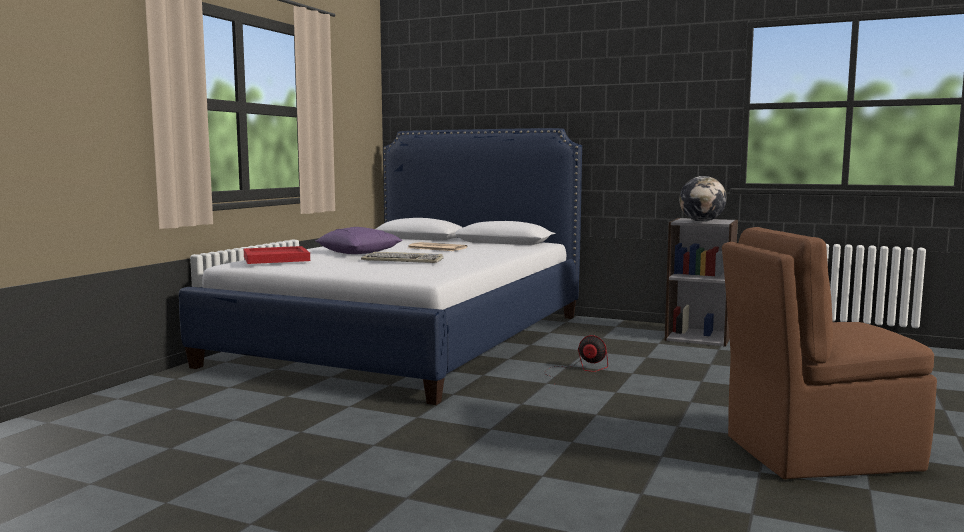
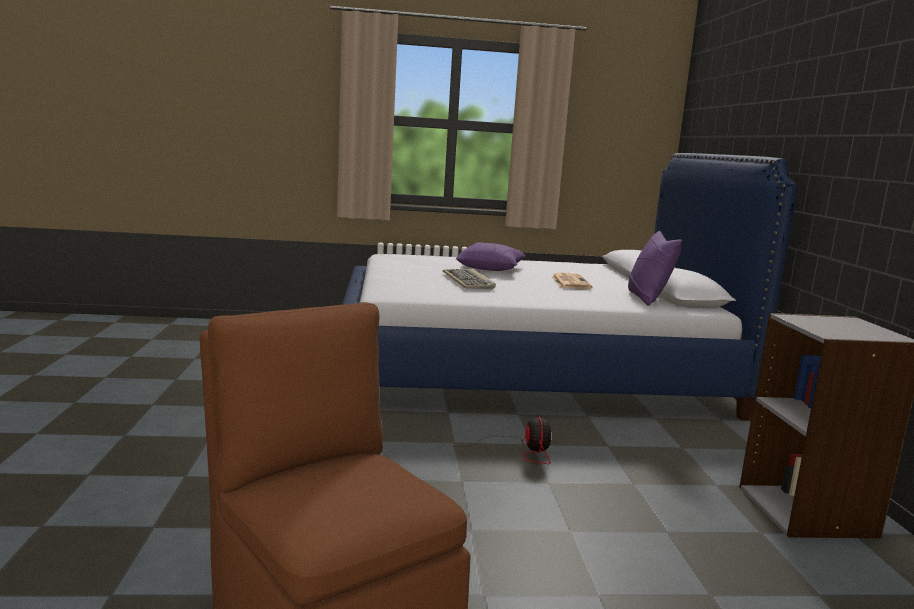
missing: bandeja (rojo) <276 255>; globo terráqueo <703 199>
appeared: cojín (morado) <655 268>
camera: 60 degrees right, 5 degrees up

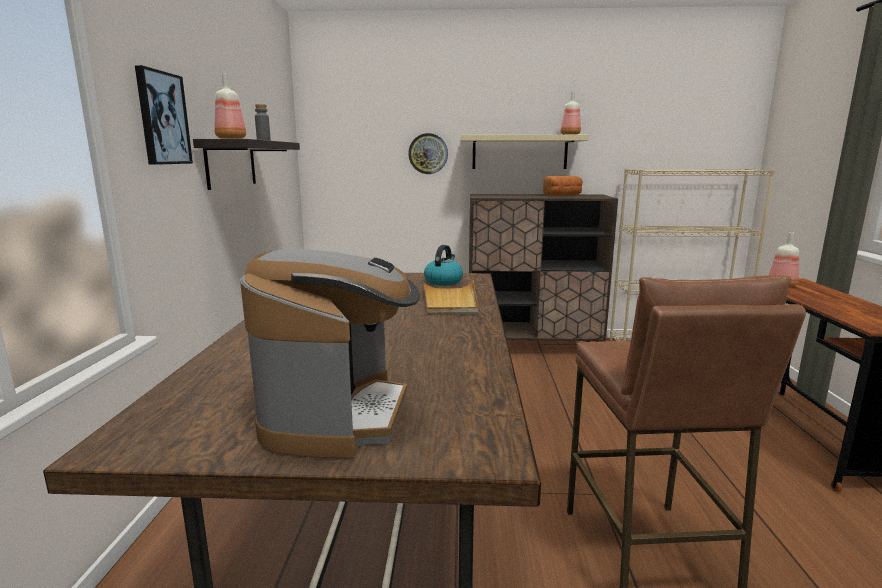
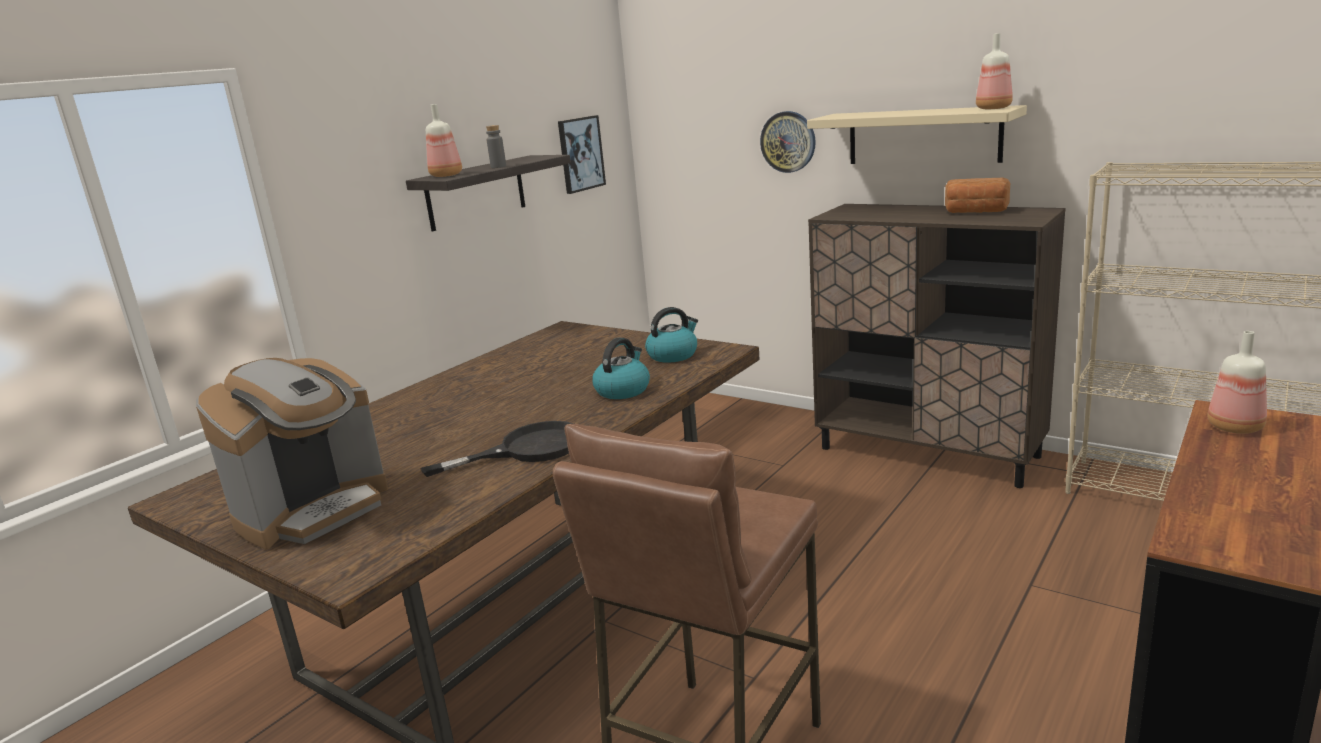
appeared: sartén (negro) <497 449>
relocated: cuadro <164 115> to <582 154>
exchanged: bandeja (beis) <450 298> to hervidor <621 368>
camera: 35 degrees right, 5 degrees up

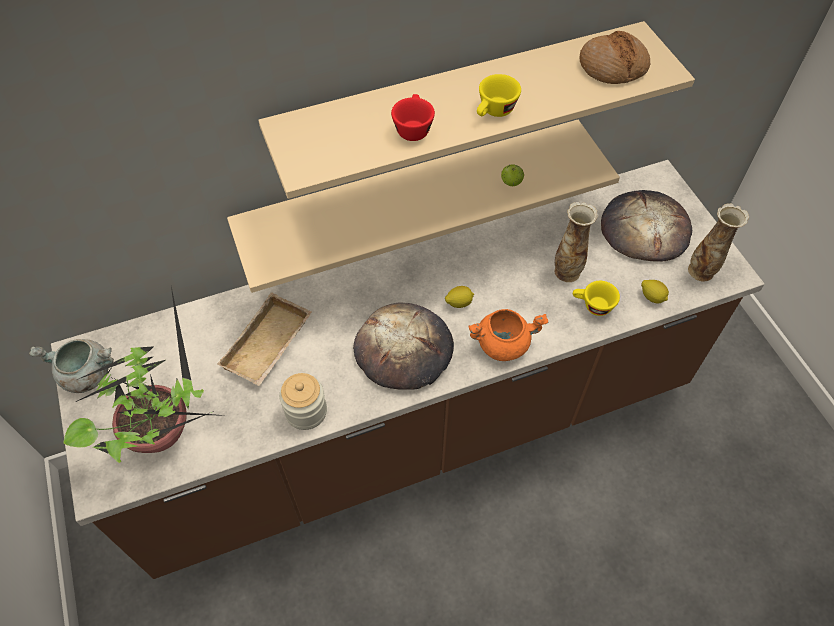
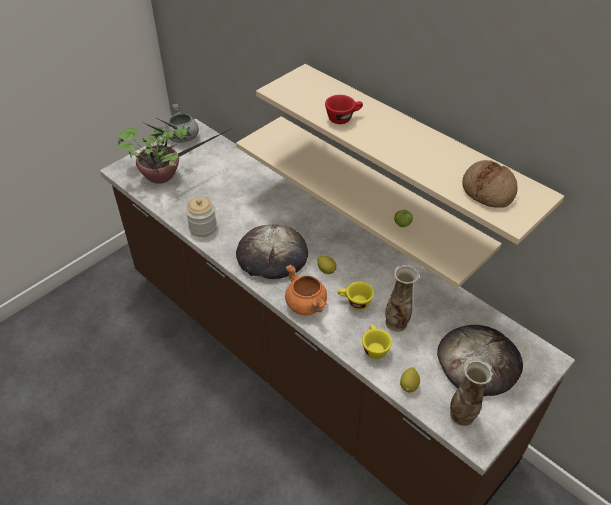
missing: bandeja (beis) <264 339>
relocated: taza (amarillo) <499 95> to <356 295>
camera: 65 degrees right, 10 degrees down

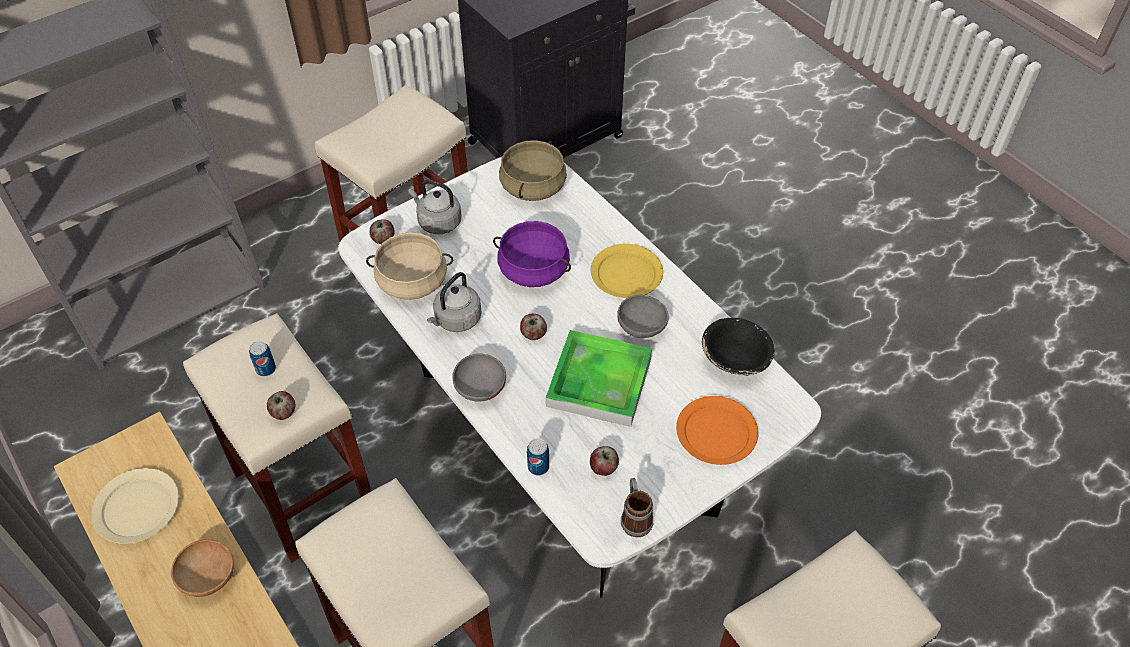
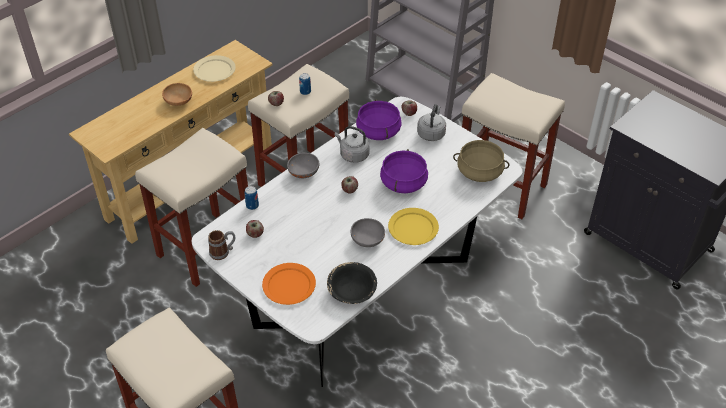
missing: bandeja <599 378>
colour: olla (beis) <409 266> to olla (morado) <379 120>
camera: 80 degrees right, 5 degrees down

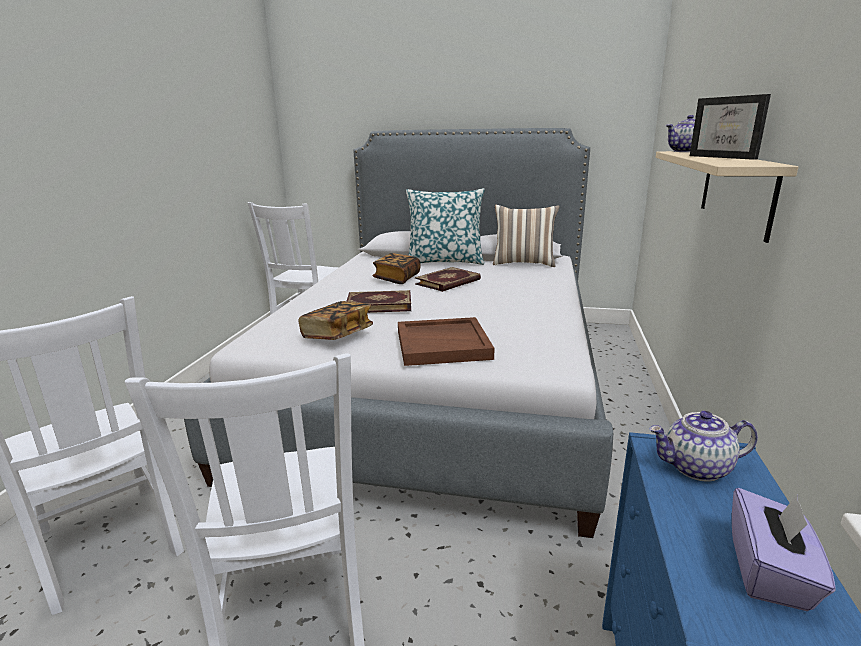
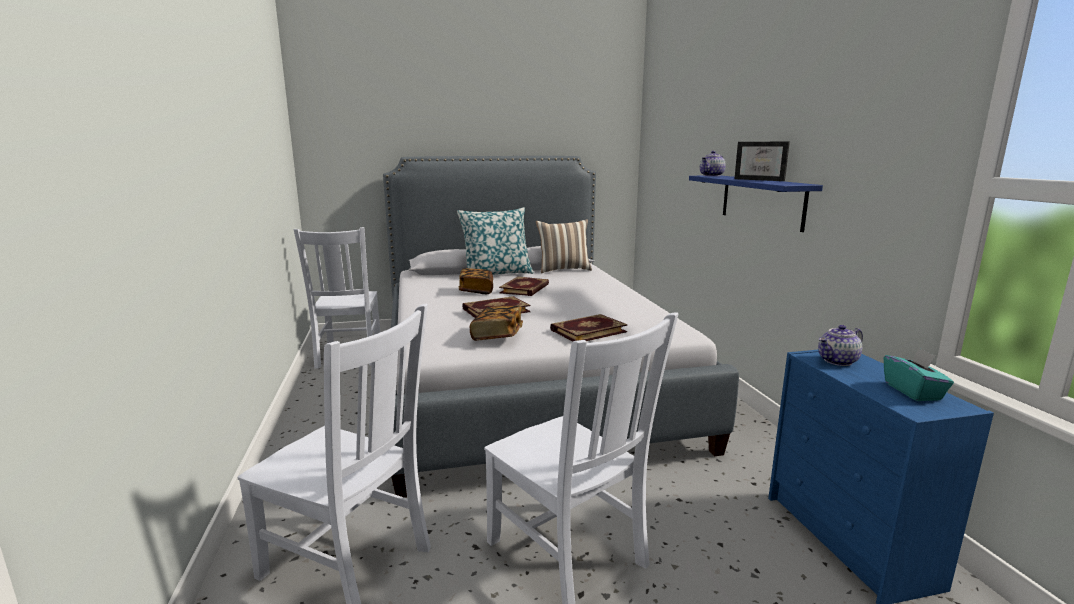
exchanged: bandeja (marrón) <446 341> to libro <589 327>
colour: estante (beis) <727 197> to estante (azul) <756 204>; caja de pañuelos (morado) <784 549> to caja de pañuelos (turquesa) <919 374>
camera: 25 degrees left, 5 degrees down

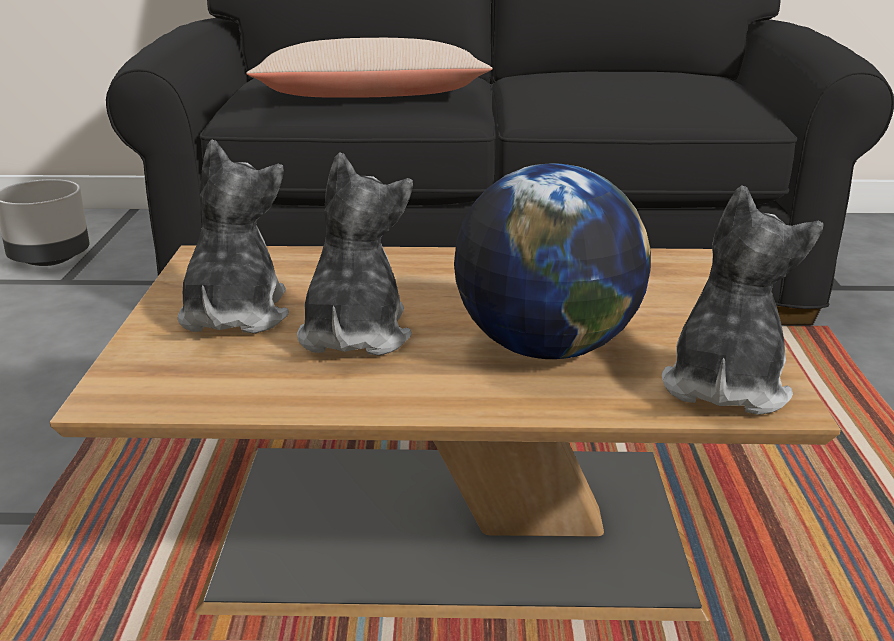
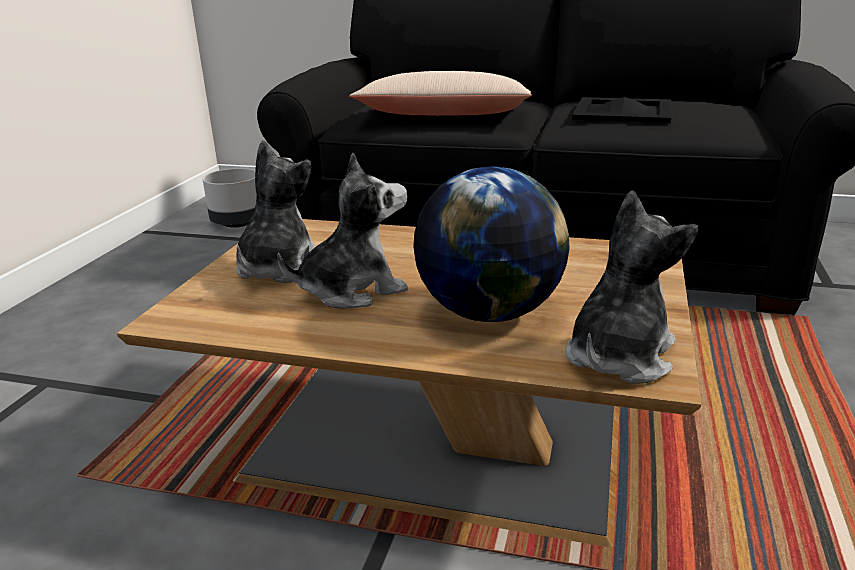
appeared: bandeja (negro) <621 110>
spun: peluche <355 253> = <342 231> 45 degrees clockwise
camera: 15 degrees right, 0 degrees up

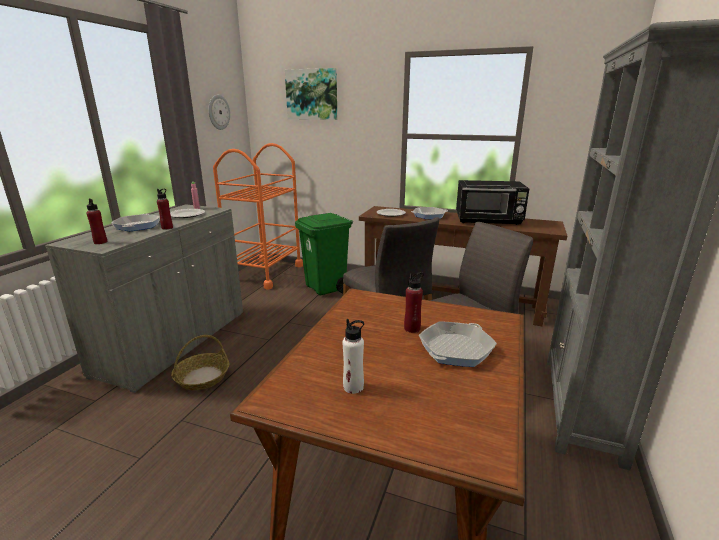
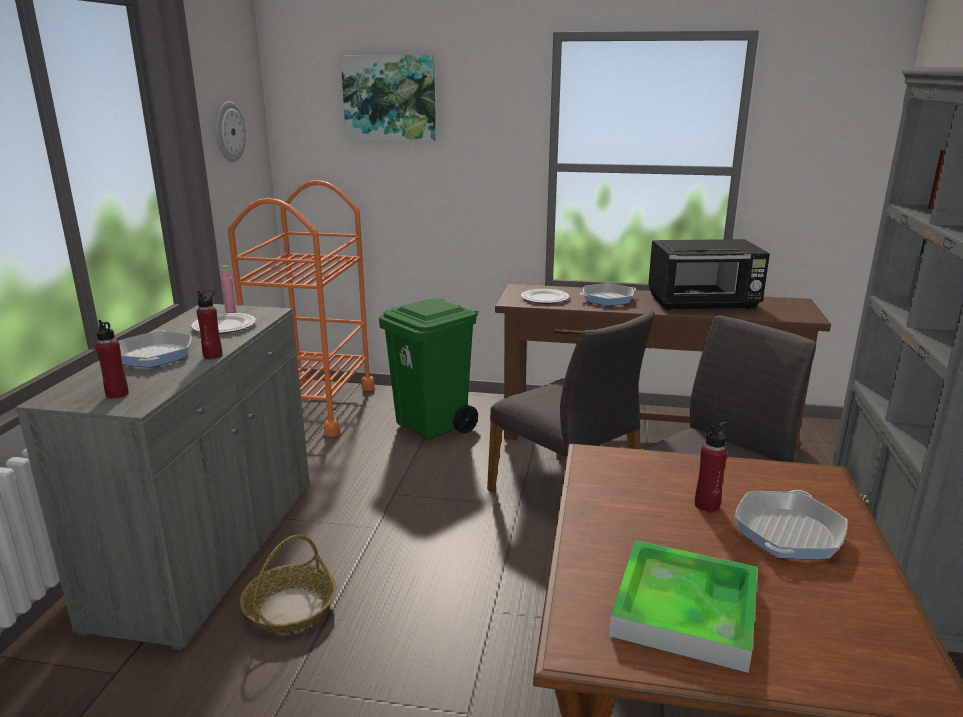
exchanged: botella (blanco) <353 356> to bandeja <683 606>
camera: 10 degrees left, 0 degrees up

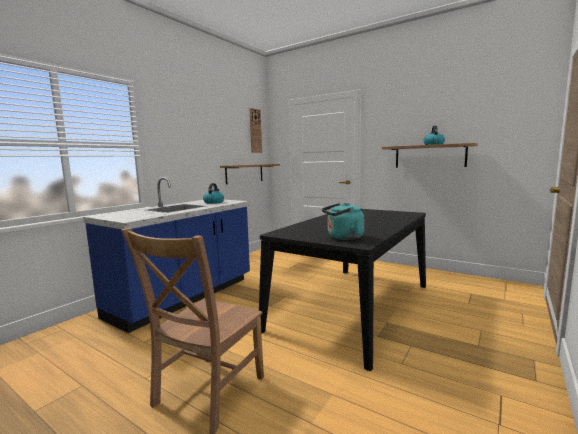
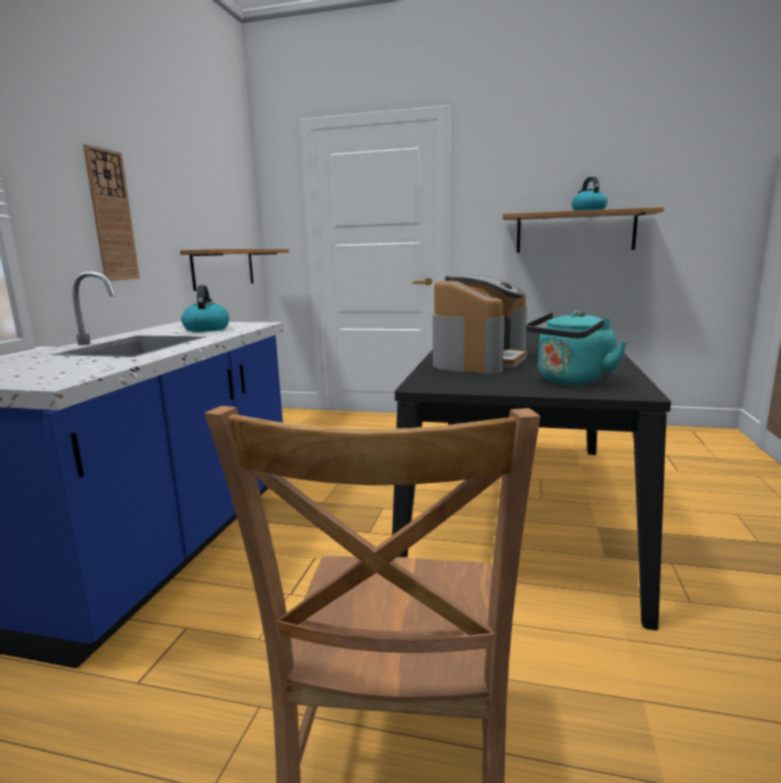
appeared: cafetera <480 324>
relocated: reloj de pared <255 130> to <111 212>
camera: 20 degrees left, 5 degrees up

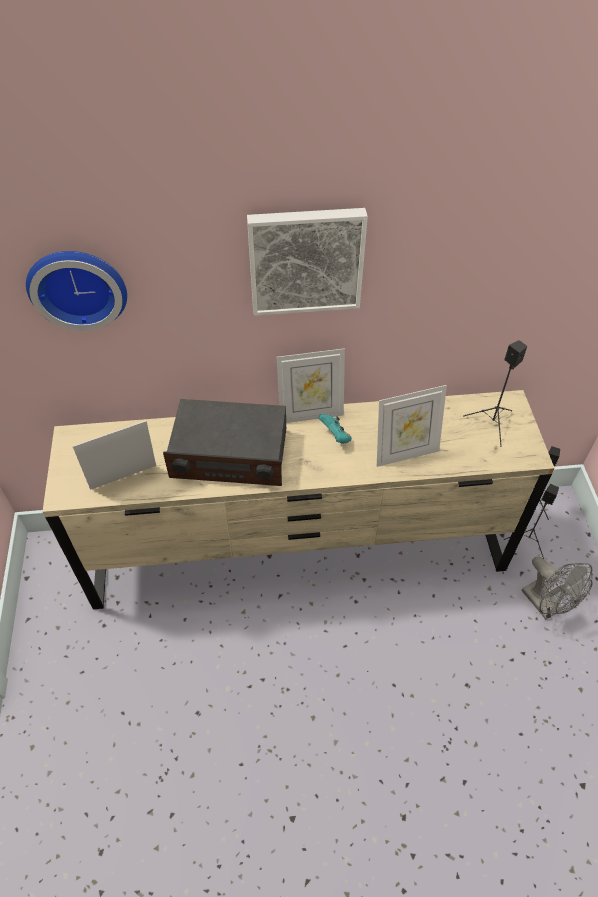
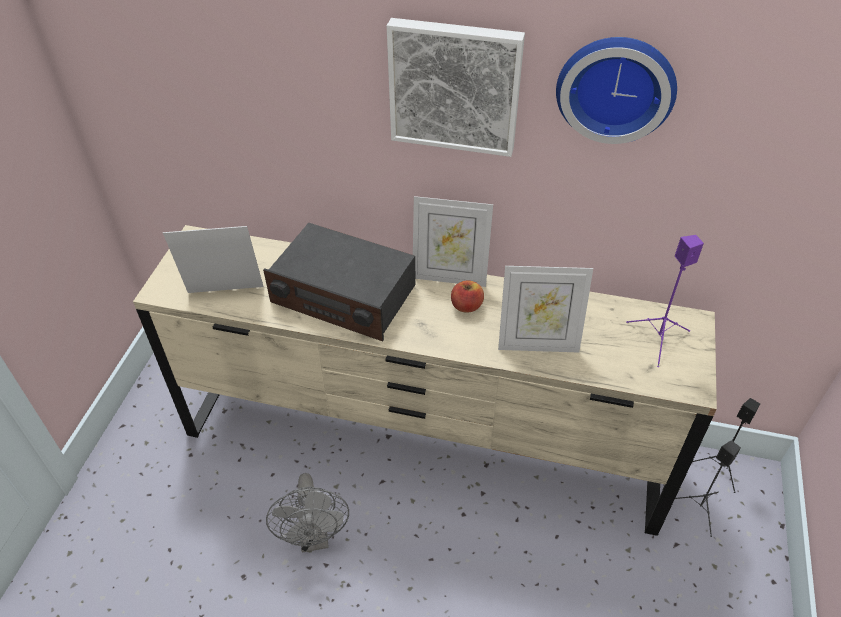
relocated: reloj de pared <76 291> to <616 90>; ventilador (gris) <557 588> to <307 513>
exchanged: mando de consola (turquesa) <335 429> to manzana <467 296>
colour: altavoz (negro) <495 393> to altavoz (morado) <665 301>
camera: 20 degrees right, 5 degrees down

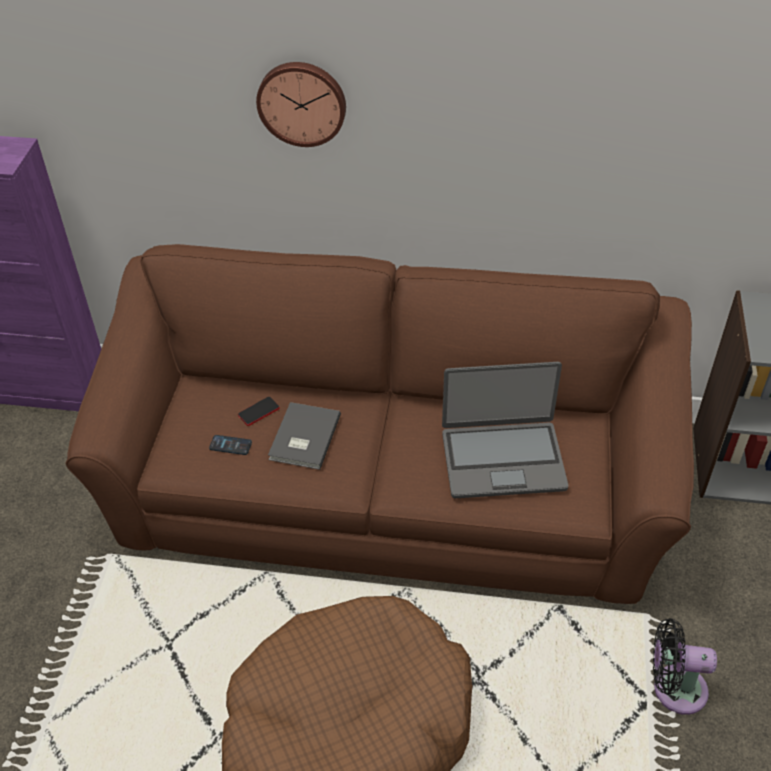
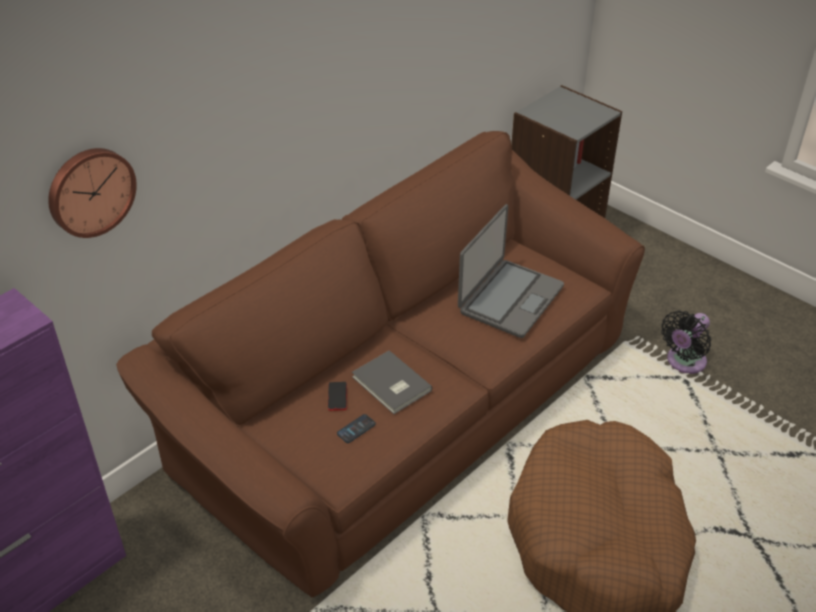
relocated: reloj de pared <301 104> to <92 193>
camera: 55 degrees left, 5 degrees down

